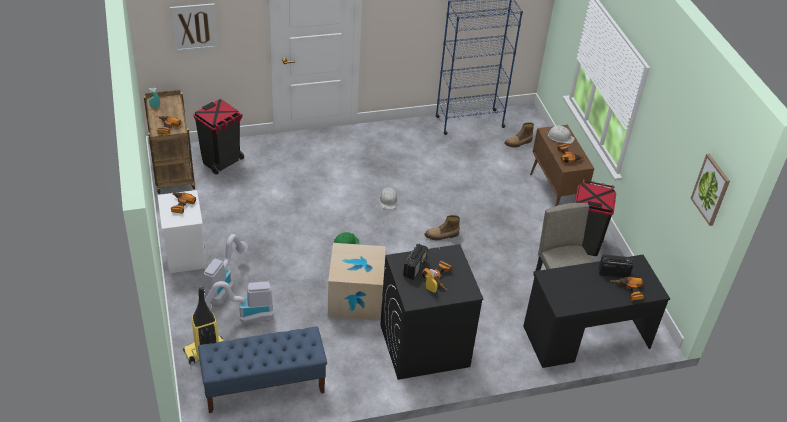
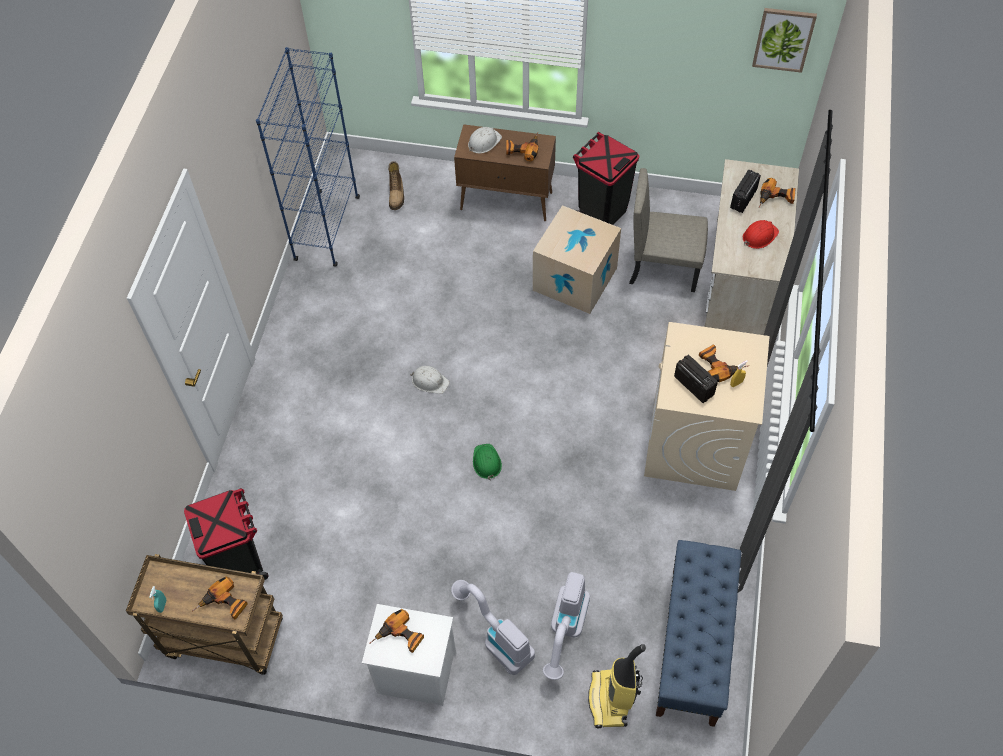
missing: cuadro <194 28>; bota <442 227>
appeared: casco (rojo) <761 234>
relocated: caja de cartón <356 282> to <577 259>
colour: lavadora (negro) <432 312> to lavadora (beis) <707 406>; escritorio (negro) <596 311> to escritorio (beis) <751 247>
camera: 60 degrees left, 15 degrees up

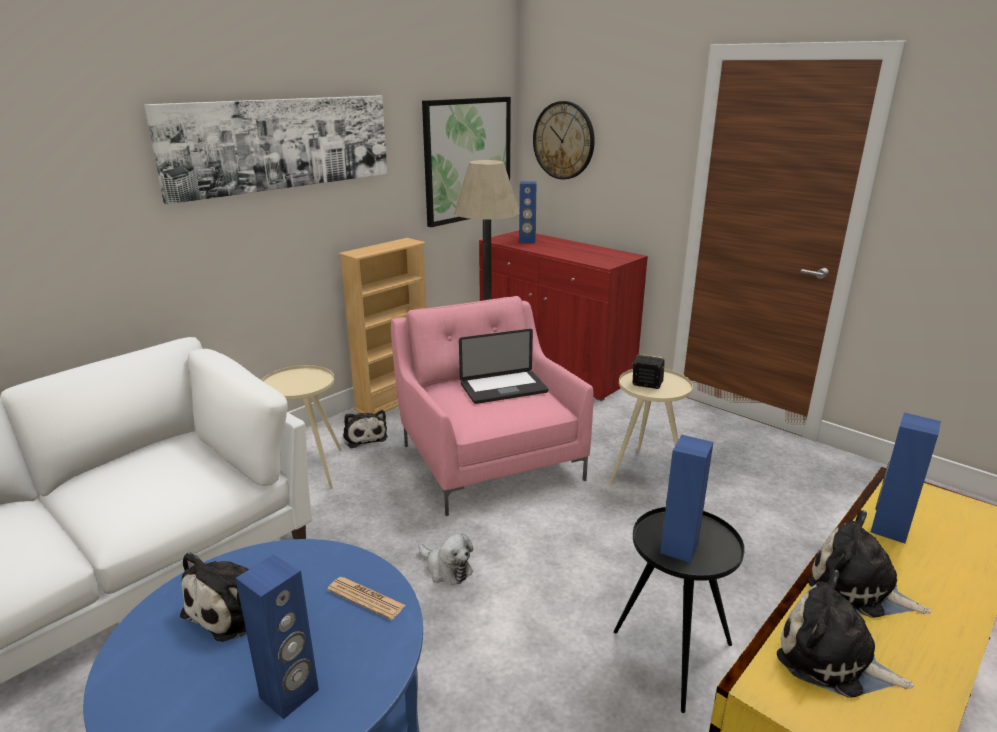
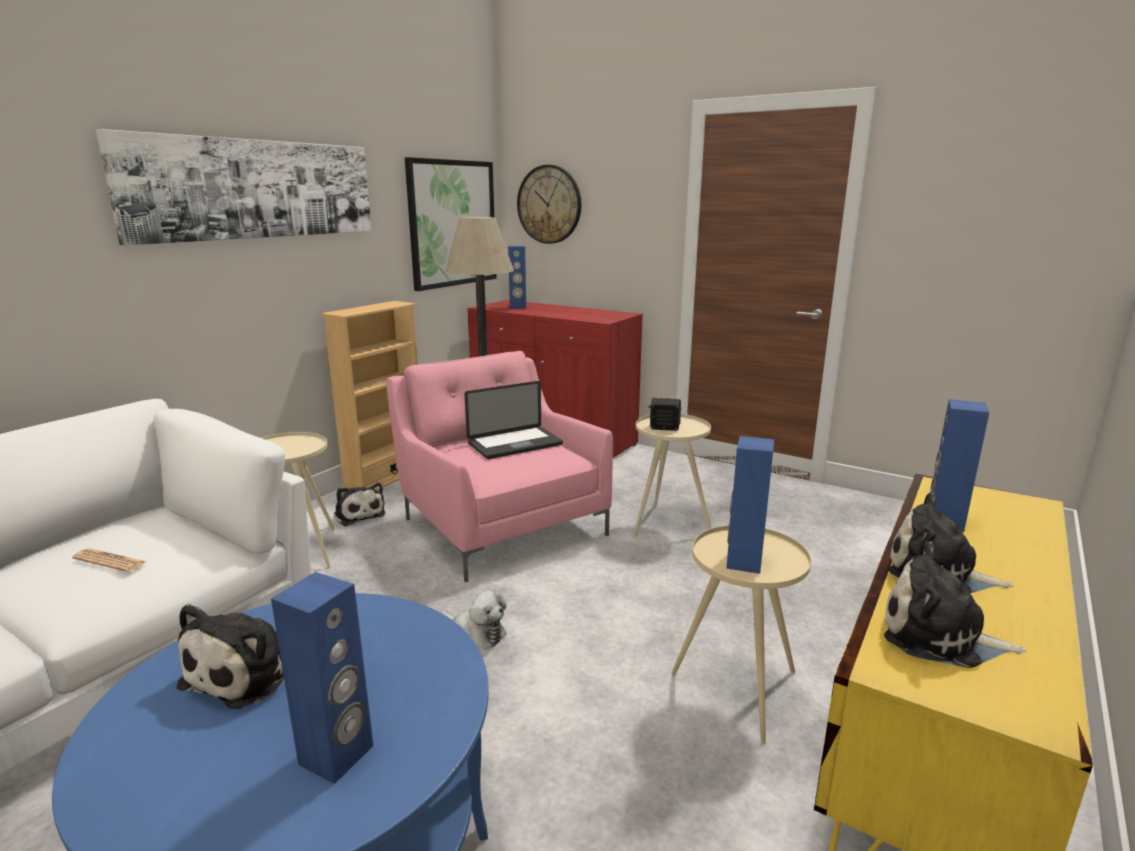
relocated: periódico <366 598> to <109 560>
colour: mesa auxiliar (negro) <679 610> to mesa auxiliar (beis) <741 635>
camera: 10 degrees left, 5 degrees down

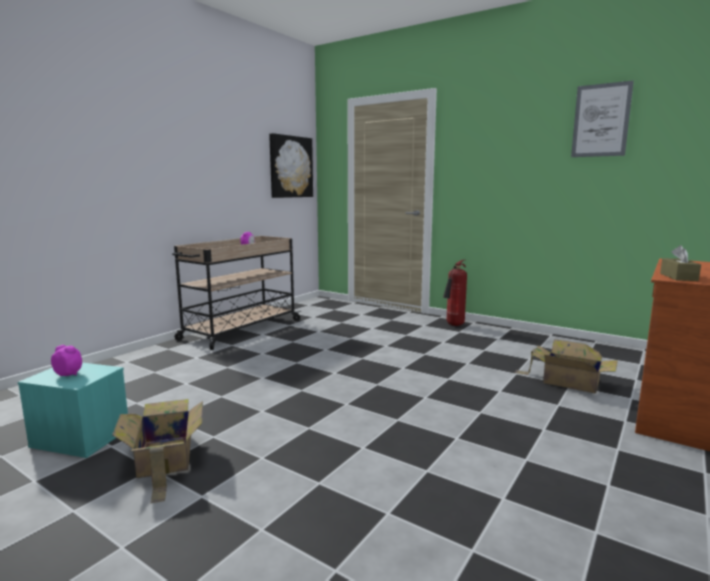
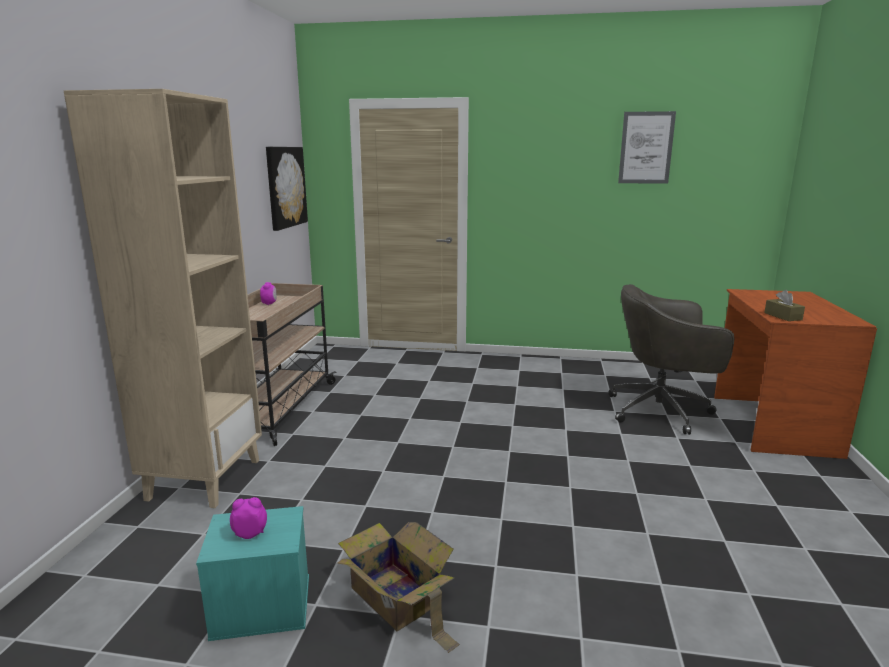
missing: extintor <455 293>
appeared: estantería (beis) <163 298>
exchanged: caja de cartón <566 366> to silla de oficina (gris) <671 359>
camera: 25 degrees left, 5 degrees up

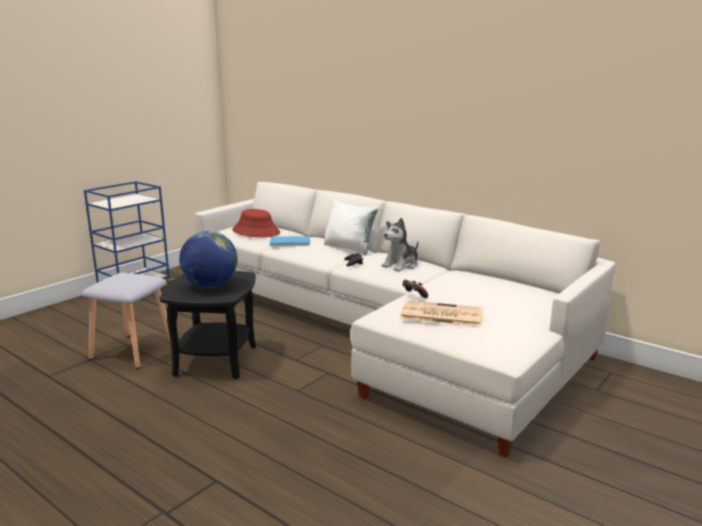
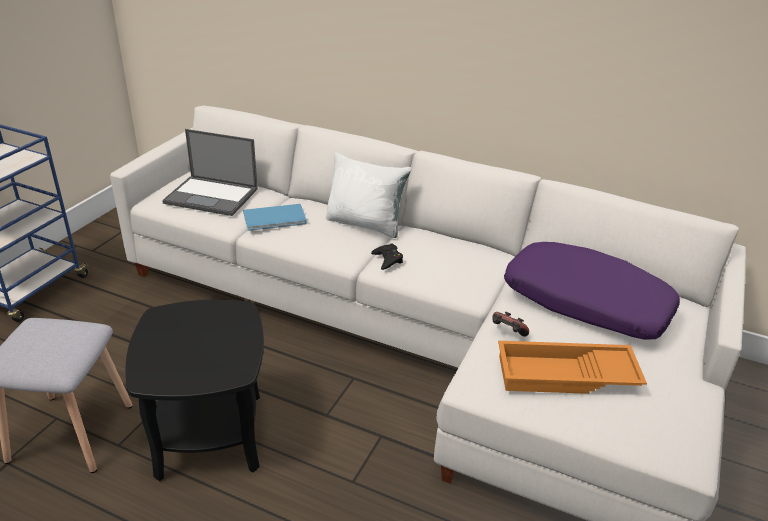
missing: globo terráqueo <208 259>; peluche <400 245>
appeared: cojín (morado) <592 291>
exchanged: sombrero (rojo) <256 223> to portátil <210 172>; periódico <441 313> to bandeja (naranja) <572 367>
camera: 15 degrees left, 15 degrees up

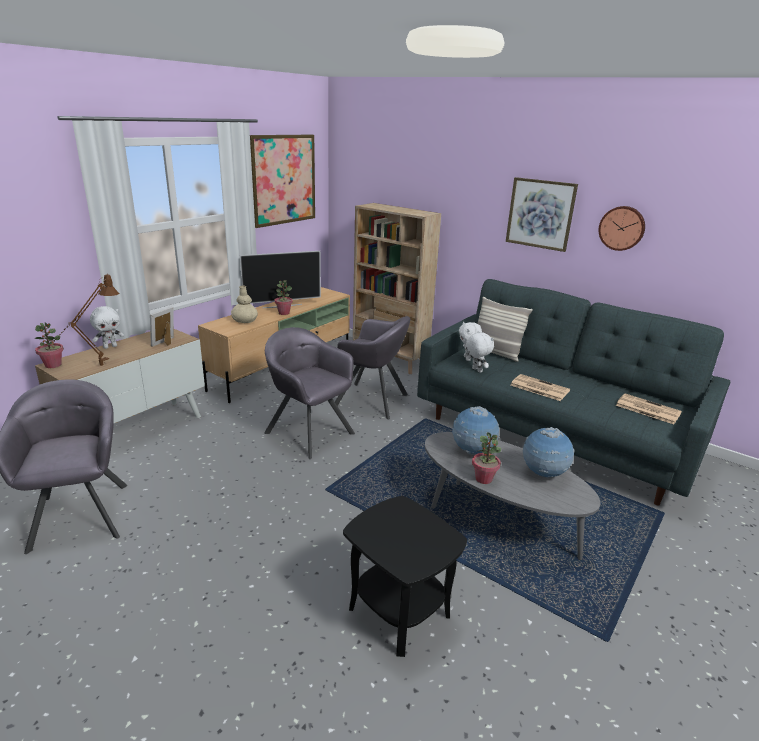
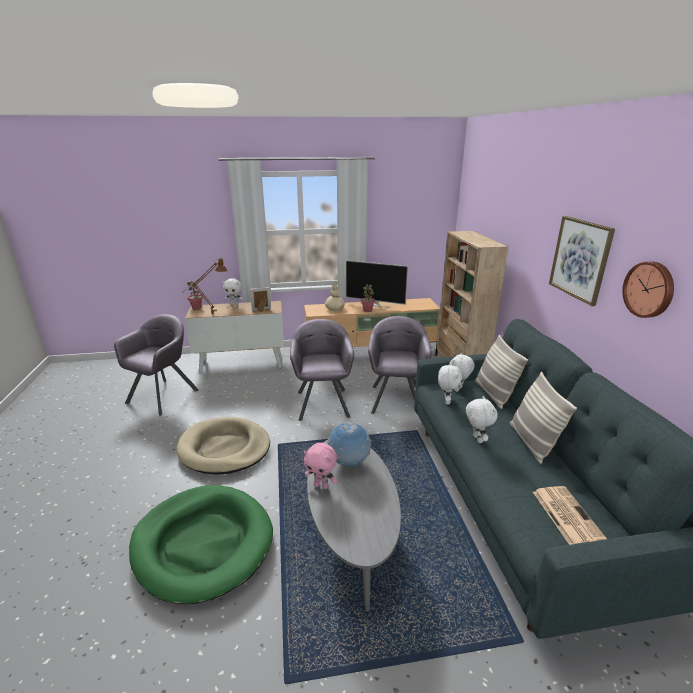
missing: cuadro <282 181>; globo terráqueo <549 452>
appeared: cama para perro (beis) <223 446>; cojín <543 418>
exchanged: mesa auxiliar (negro) <405 576> to cama para perro (verde) <201 544>; planta en maceta <486 458> to peluche (rosa) <321 466>; periódico <540 387> to peluche (blanco) <482 419>
spun: sillón (gris) <372 367> = <400 365> 150 degrees counterclockwise
camera: 45 degrees right, 0 degrees up

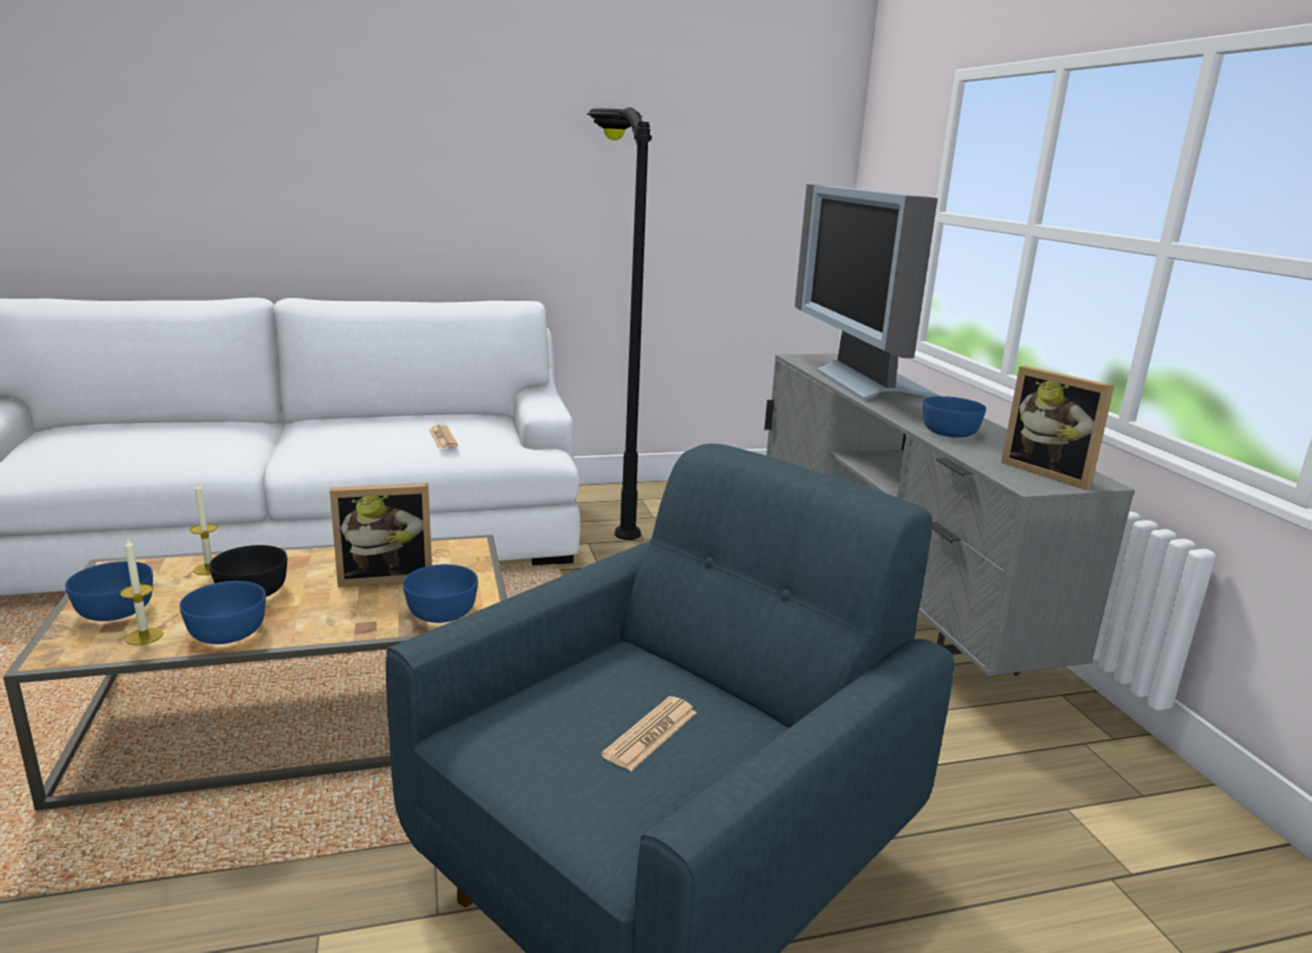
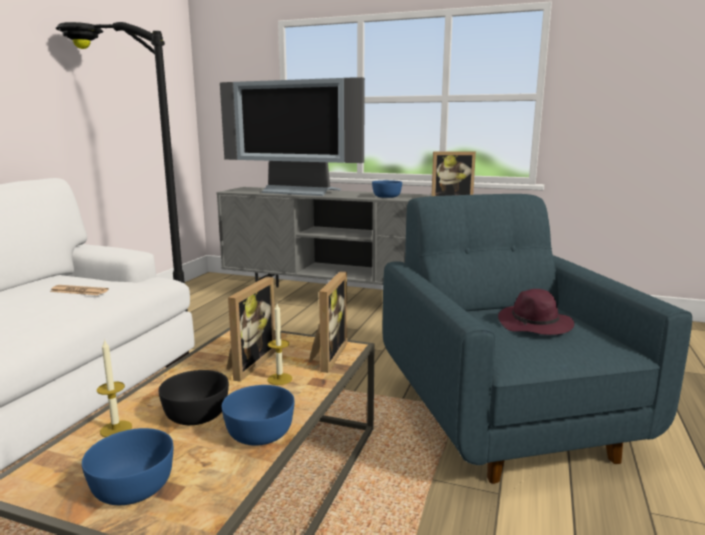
relocated: vela <141 591> to <279 344>
exchanged: cuenco (azul) <440 593> to portarretratos <328 322>; periódico <649 733> to sombrero (morado) <536 312>
camera: 55 degrees left, 5 degrees down

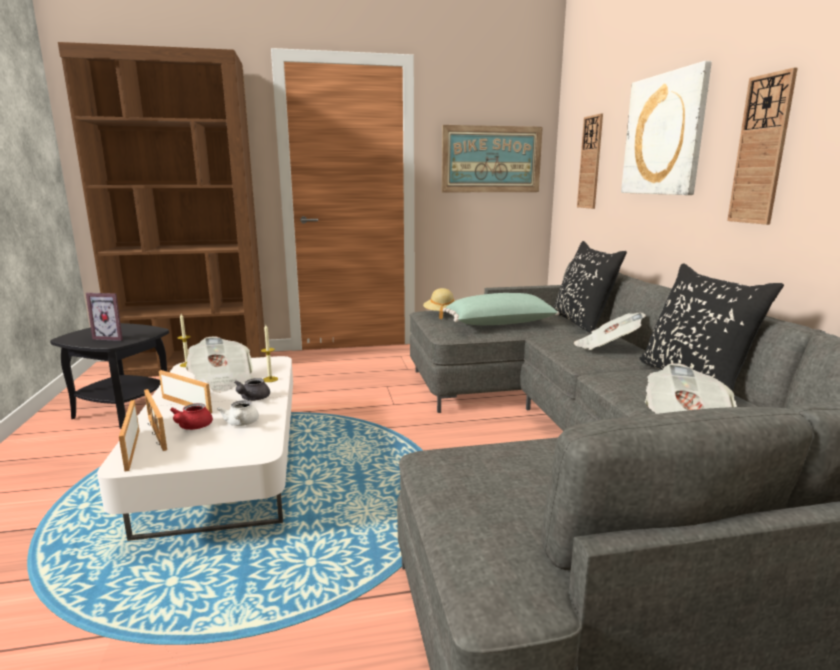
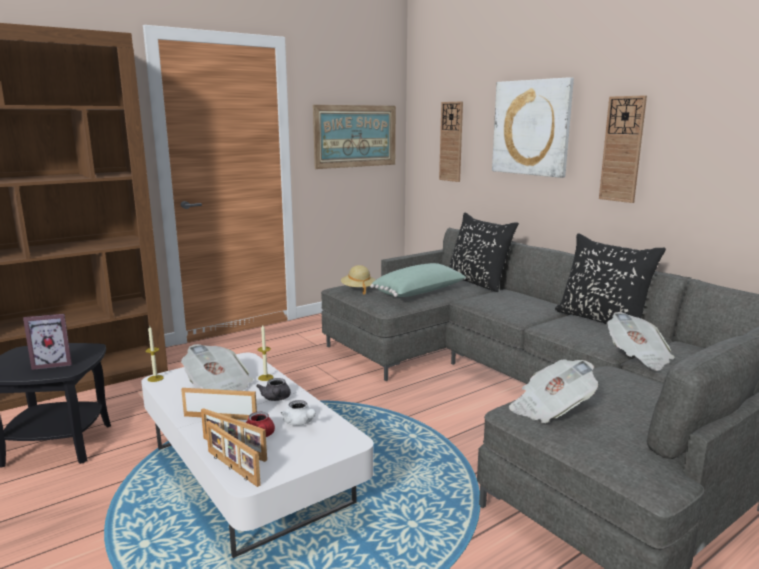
relocated: periódico <610 331> to <553 391>
camera: 25 degrees left, 0 degrees up

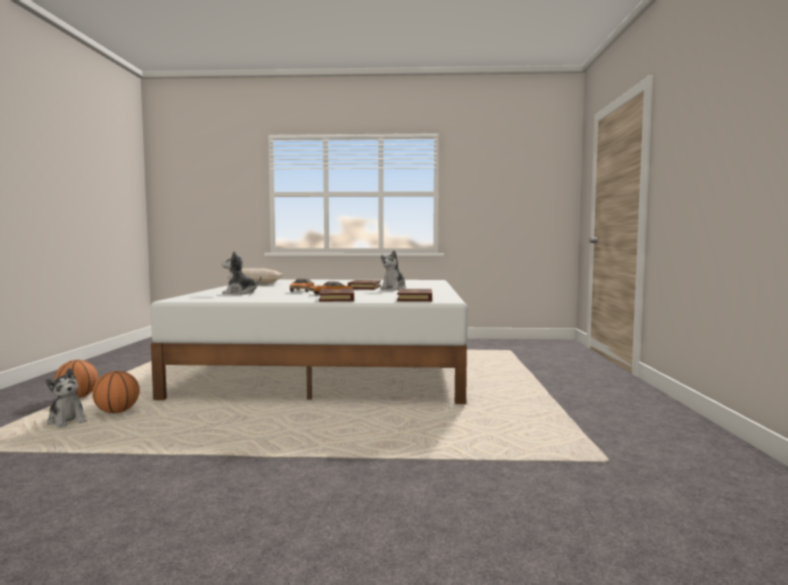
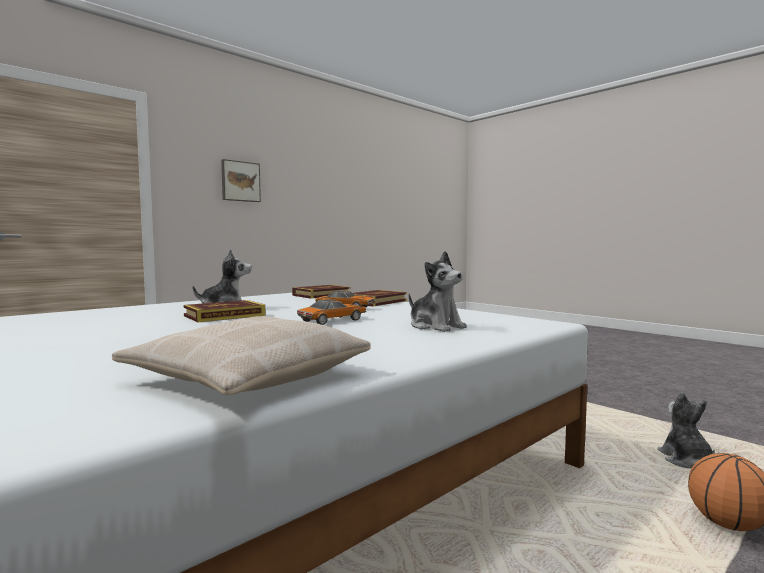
missing: balón de baloncesto <116 392>
appeared: cuadro <241 180>
camera: 135 degrees left, 0 degrees up

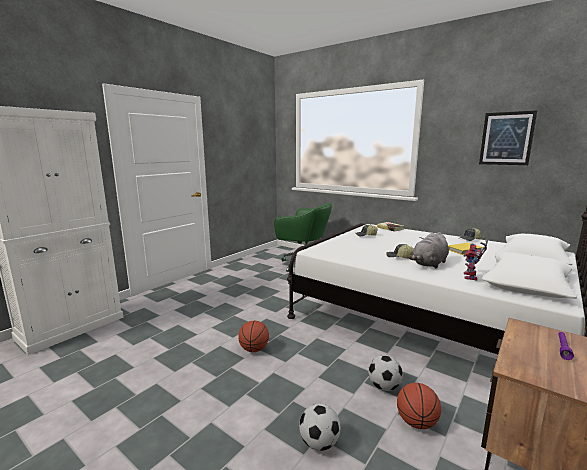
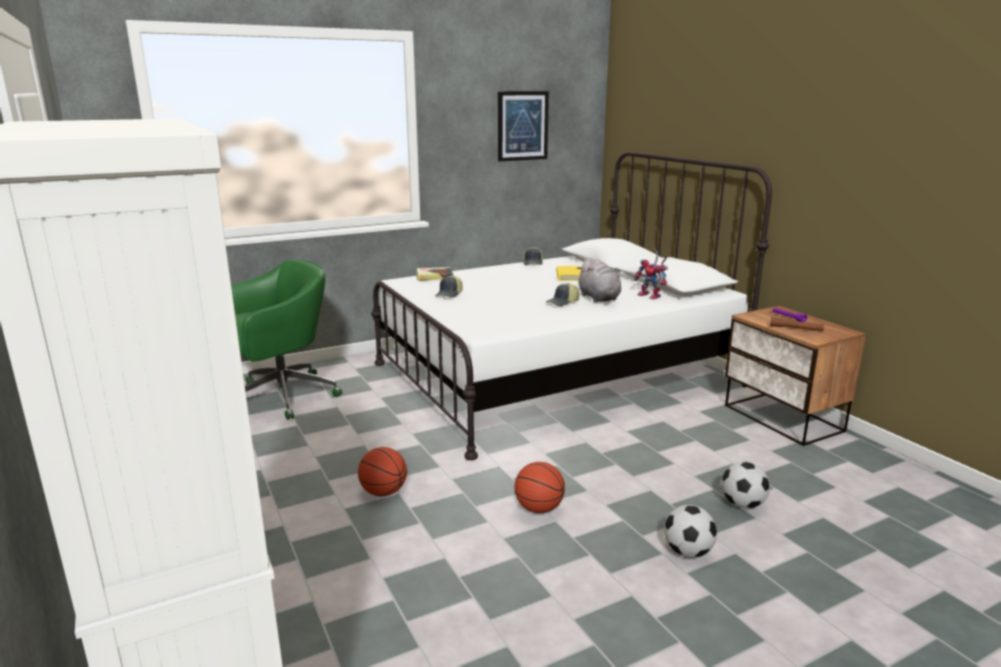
appeared: linterna (marrón) <797 324>
relocated: balón de fútbol <385 373> to <690 531>; balón de baloncesto <419 406> to <382 471>
camera: 65 degrees left, 5 degrees up

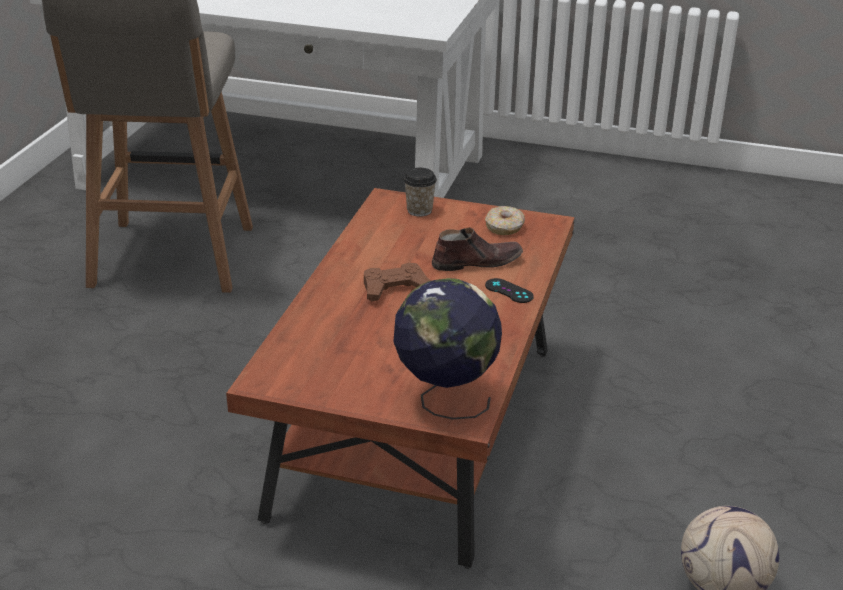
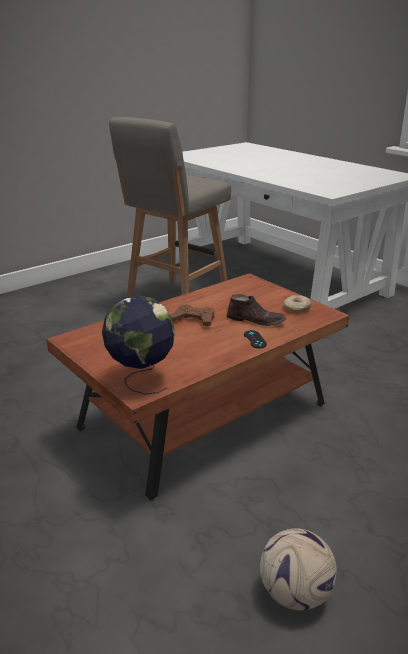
missing: taza <420 192>
camera: 35 degrees right, 5 degrees down

